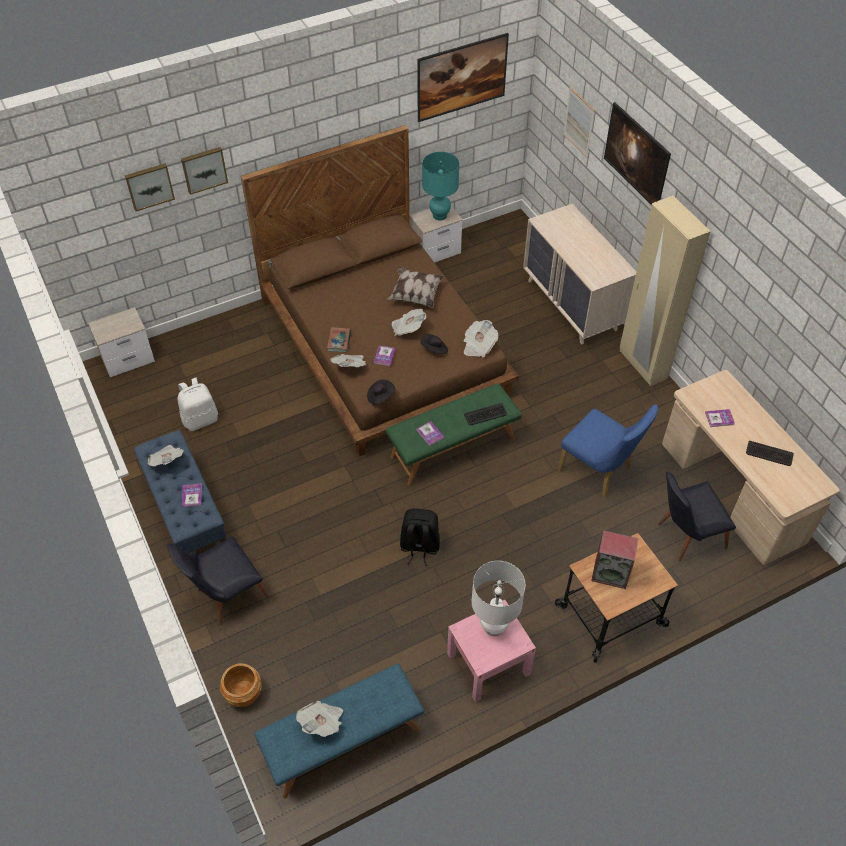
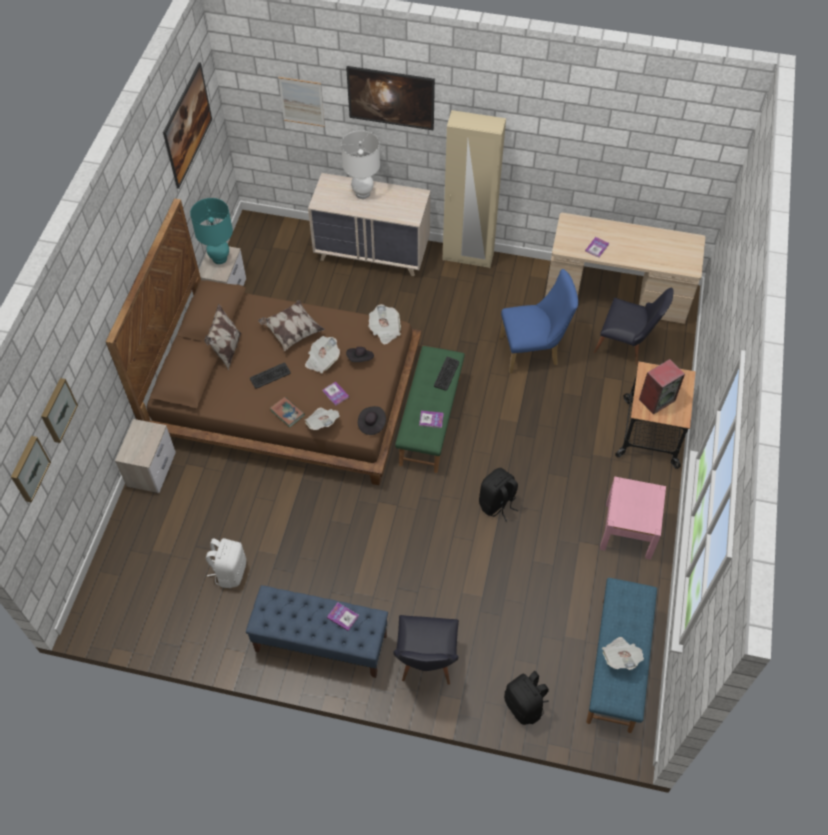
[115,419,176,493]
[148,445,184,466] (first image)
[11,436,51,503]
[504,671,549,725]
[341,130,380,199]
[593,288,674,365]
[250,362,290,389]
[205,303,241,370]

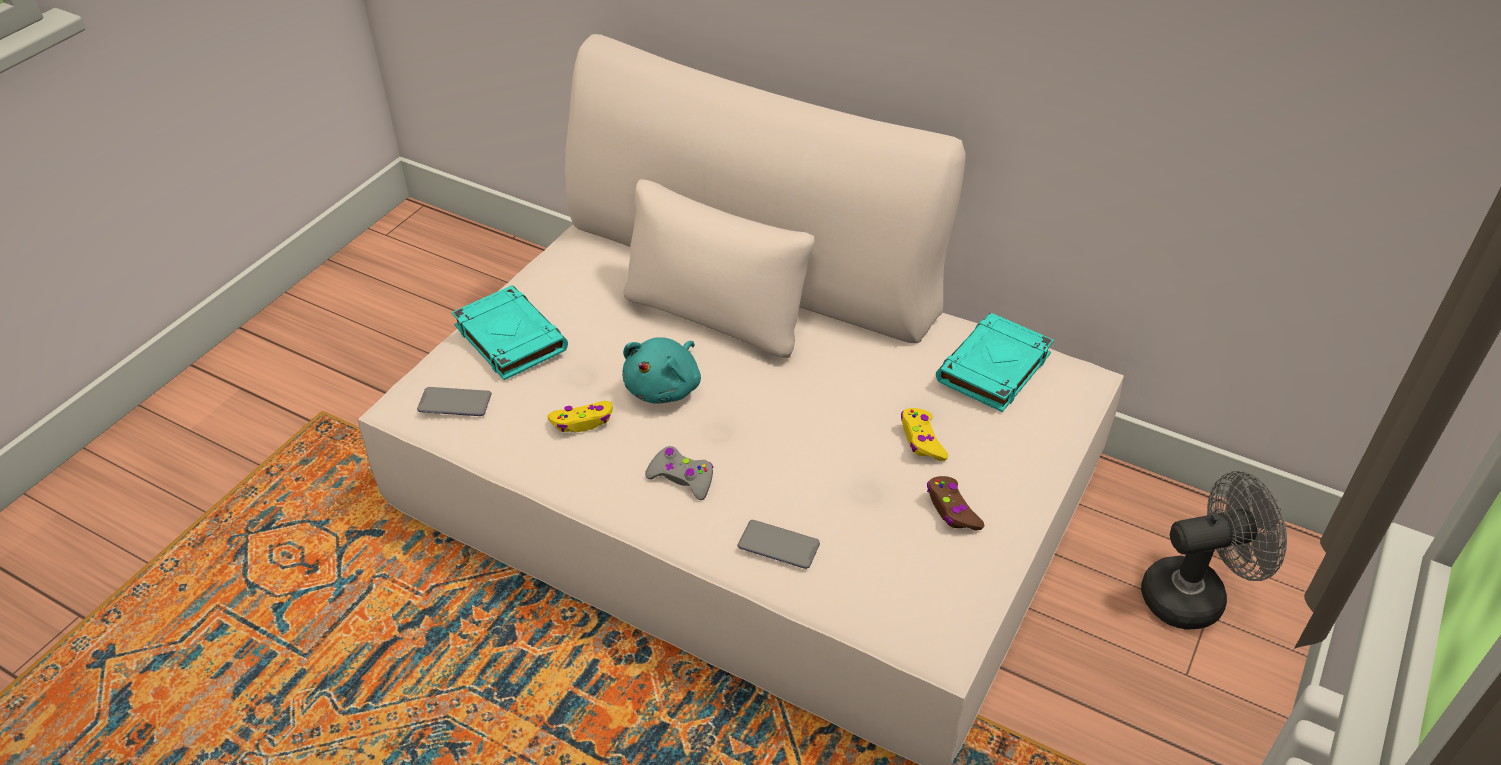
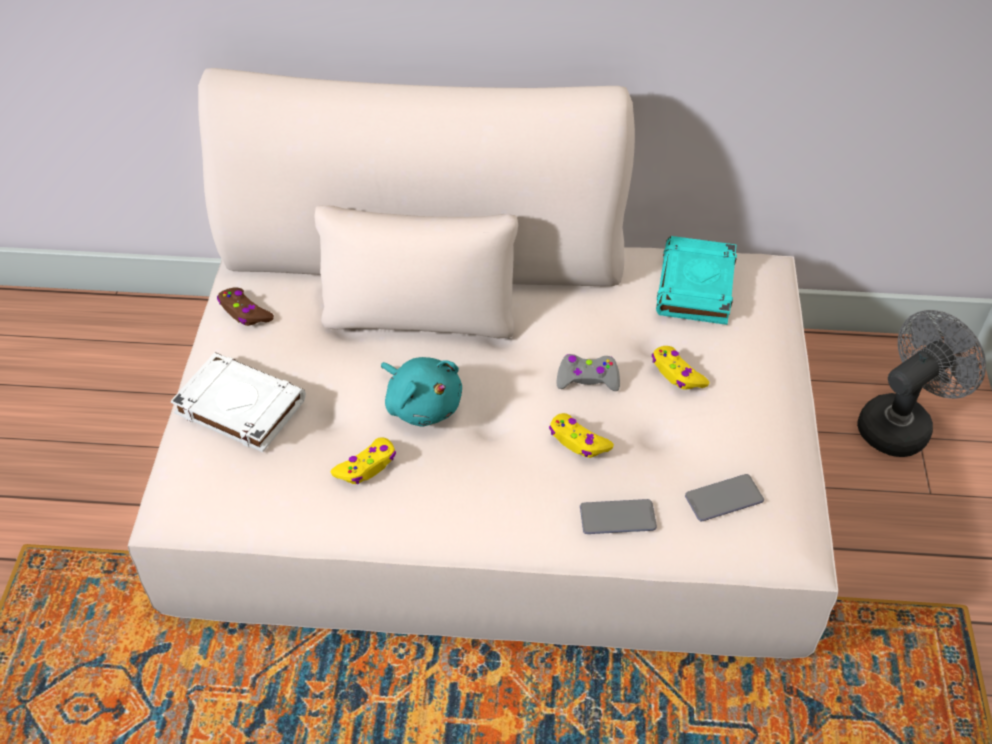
[685,474,764,521]
[171,353,306,452]
[381,357,462,427]
[556,354,620,391]
[217,288,274,326]
[549,413,614,458]

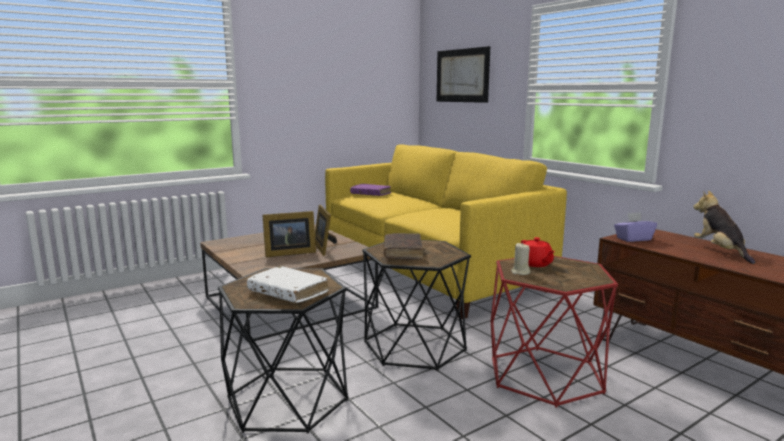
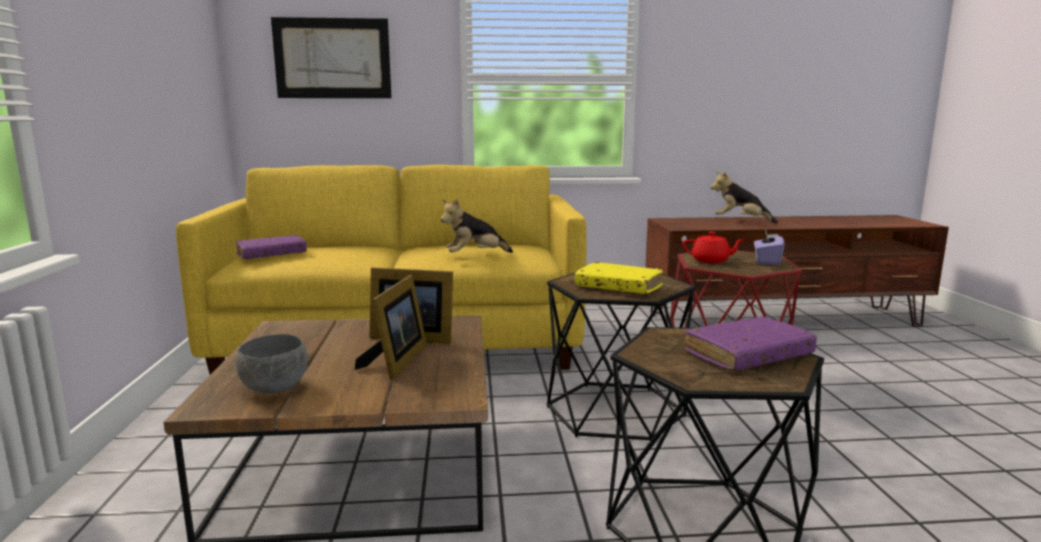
[685,316,817,371]
[575,262,663,294]
[511,243,530,275] (first image)
[754,228,784,265]
[235,334,308,394]
[440,198,513,253]

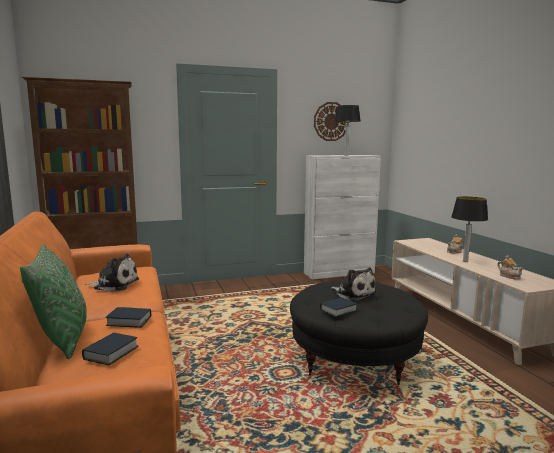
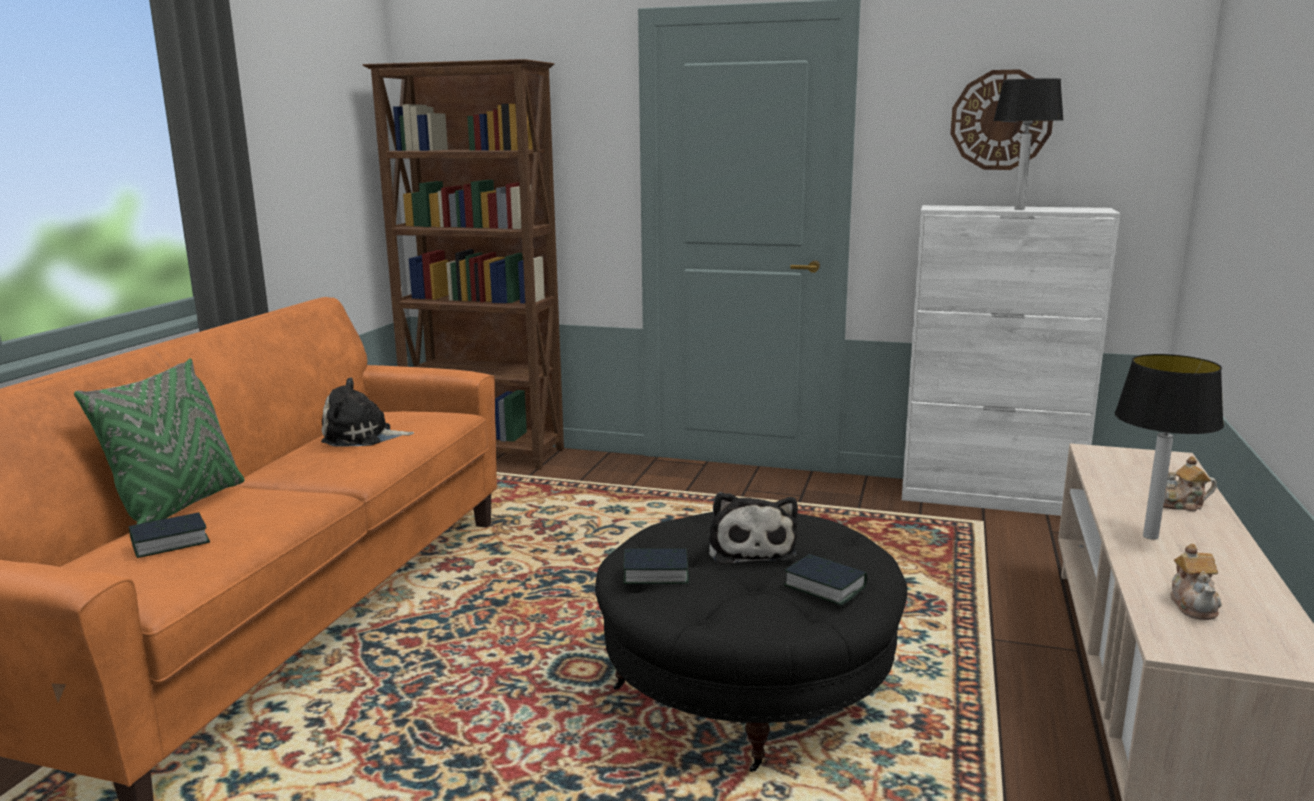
[321,377,414,447]
[784,554,867,606]

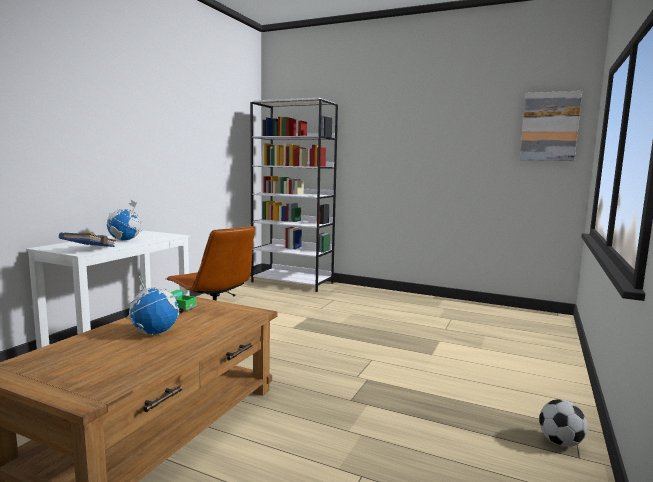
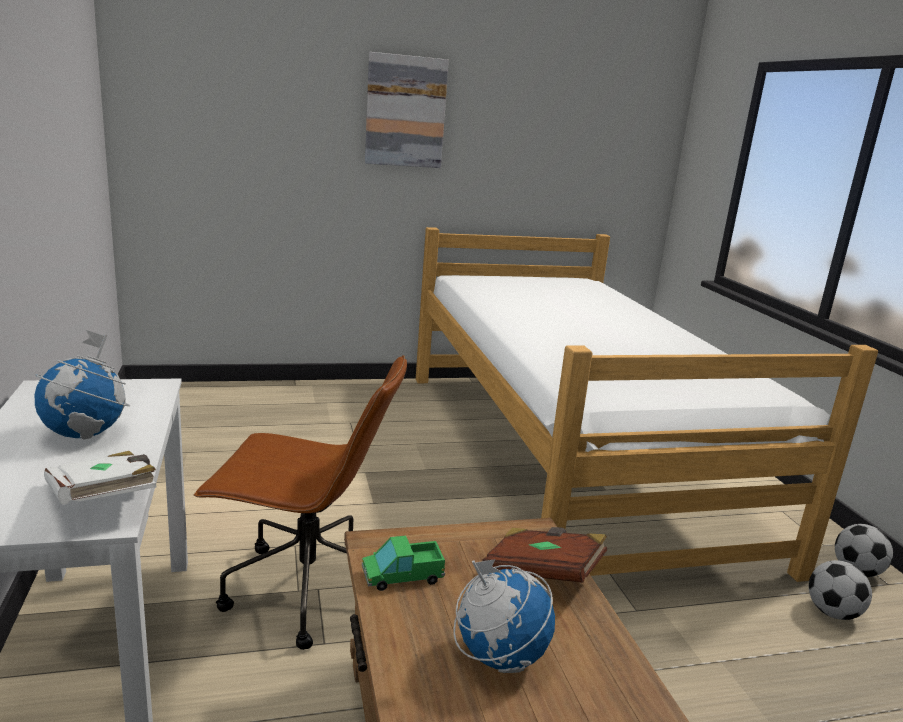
[44,451,157,505]
[250,98,338,292] (first image)
[365,52,449,168]
[416,227,878,582]
[482,527,607,583]
[809,560,872,620]

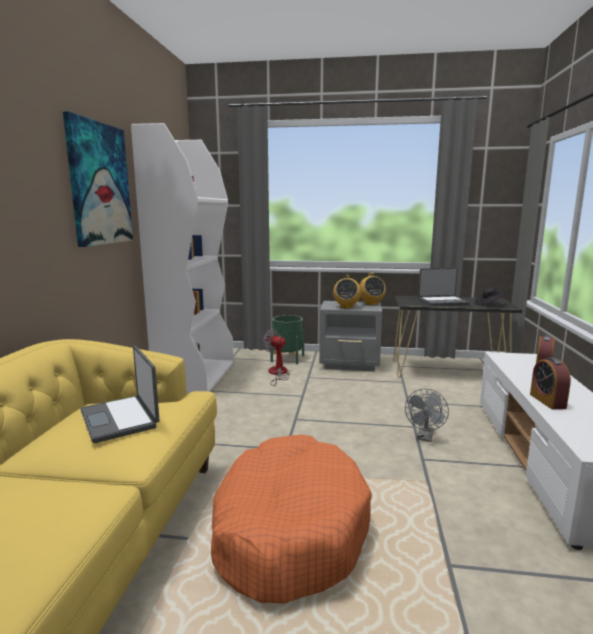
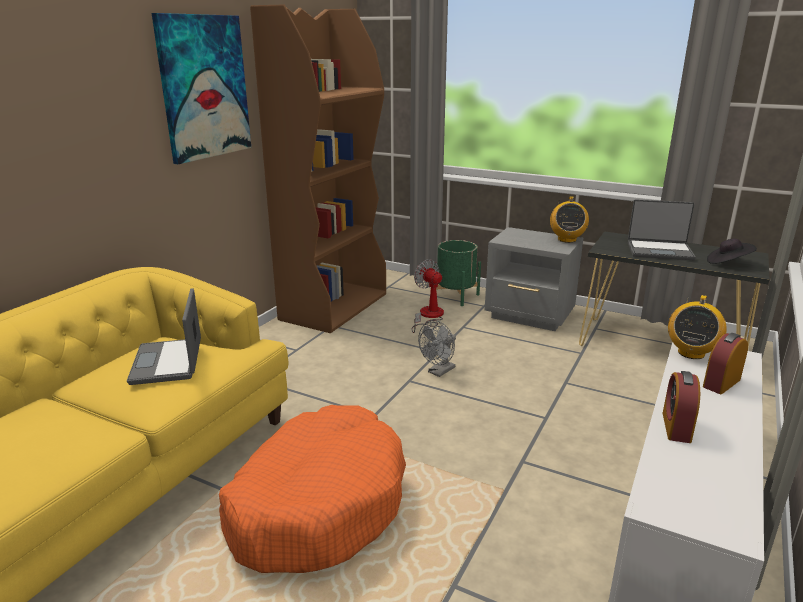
[250,5,386,333]
[668,295,727,359]
[418,320,456,377]

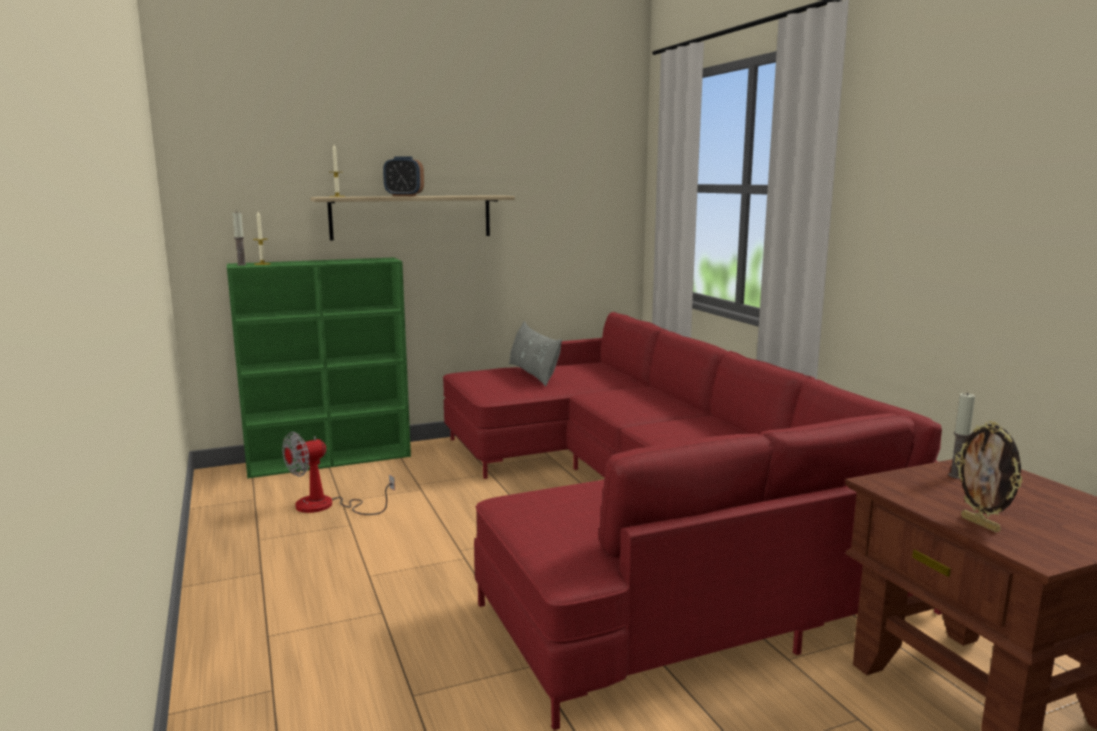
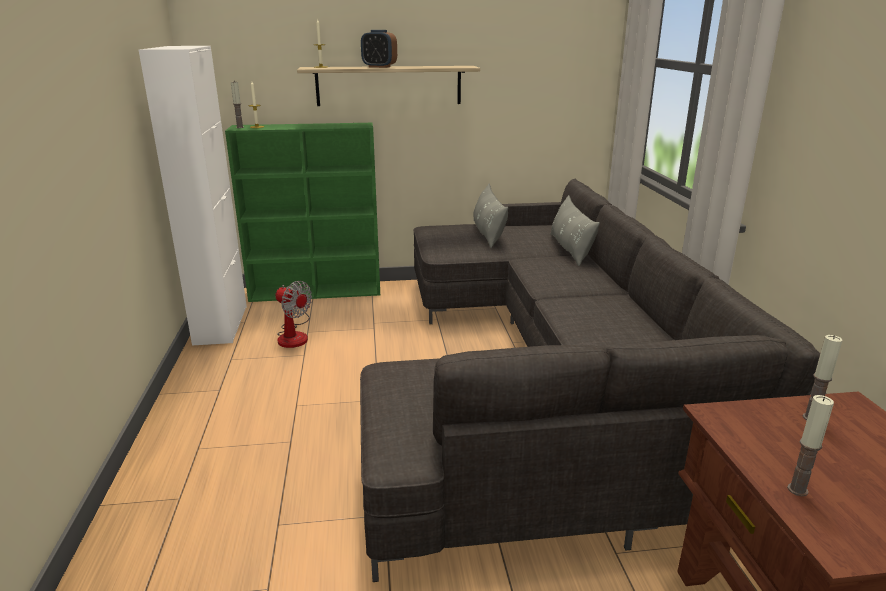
[275,281,312,348]
[360,179,820,582]
[787,395,834,496]
[139,46,247,345]
[550,195,600,266]

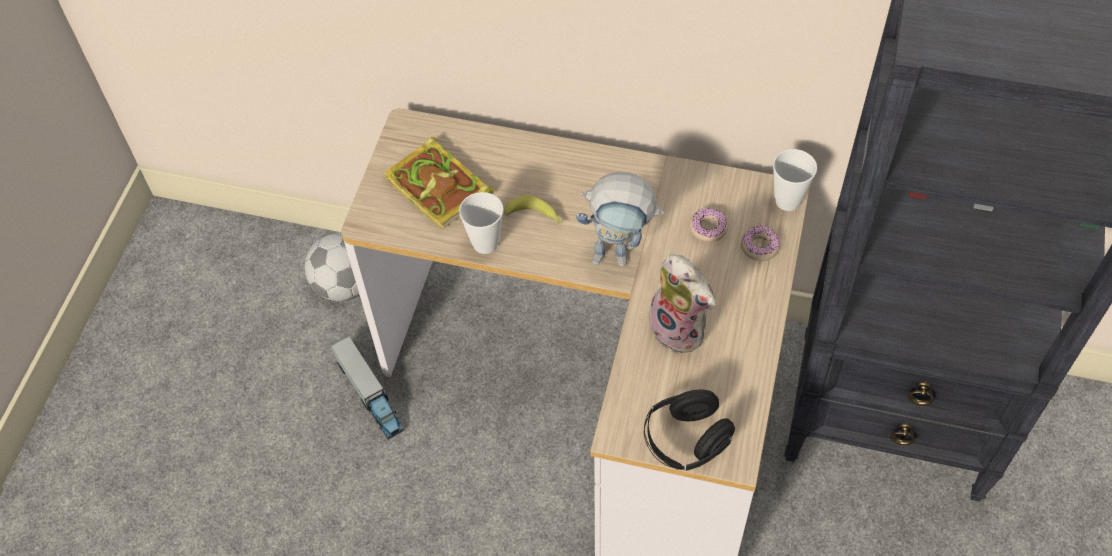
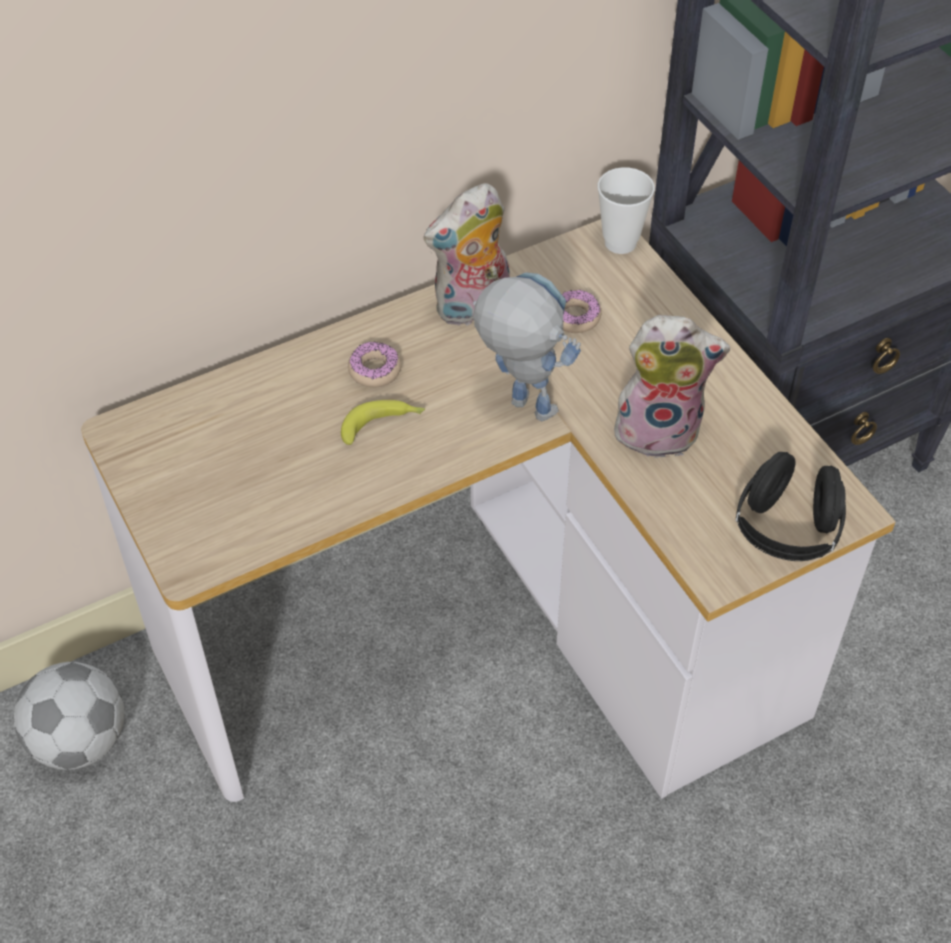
[330,335,404,439] (first image)
[384,137,494,230] (first image)
[459,192,504,254] (first image)
[473,272,581,421]
[348,342,402,388]
[423,183,510,326]

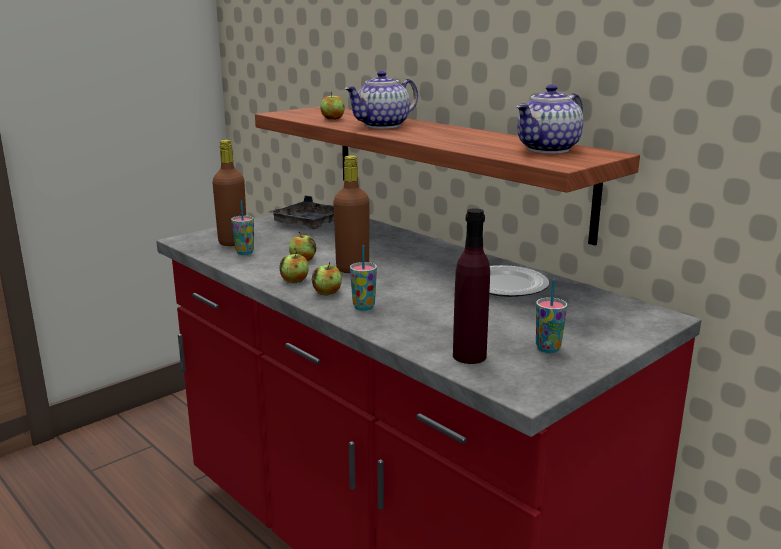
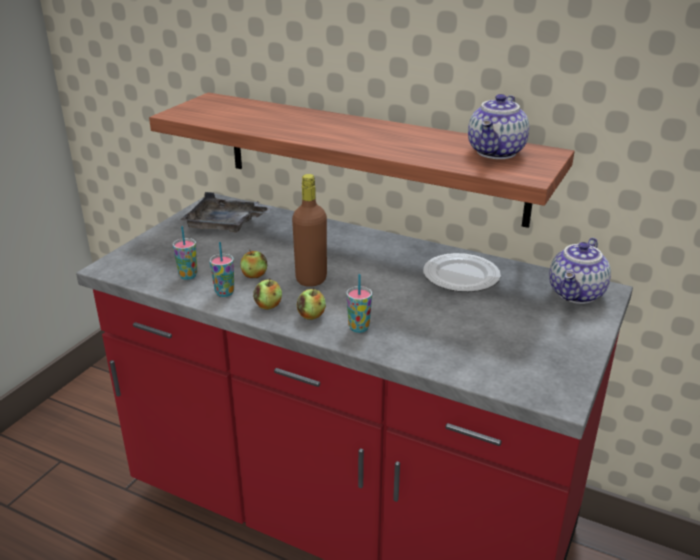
[212,139,246,246] (first image)
[320,92,345,120] (first image)
[549,237,611,304]
[453,208,490,364] (first image)
[210,242,234,297]

